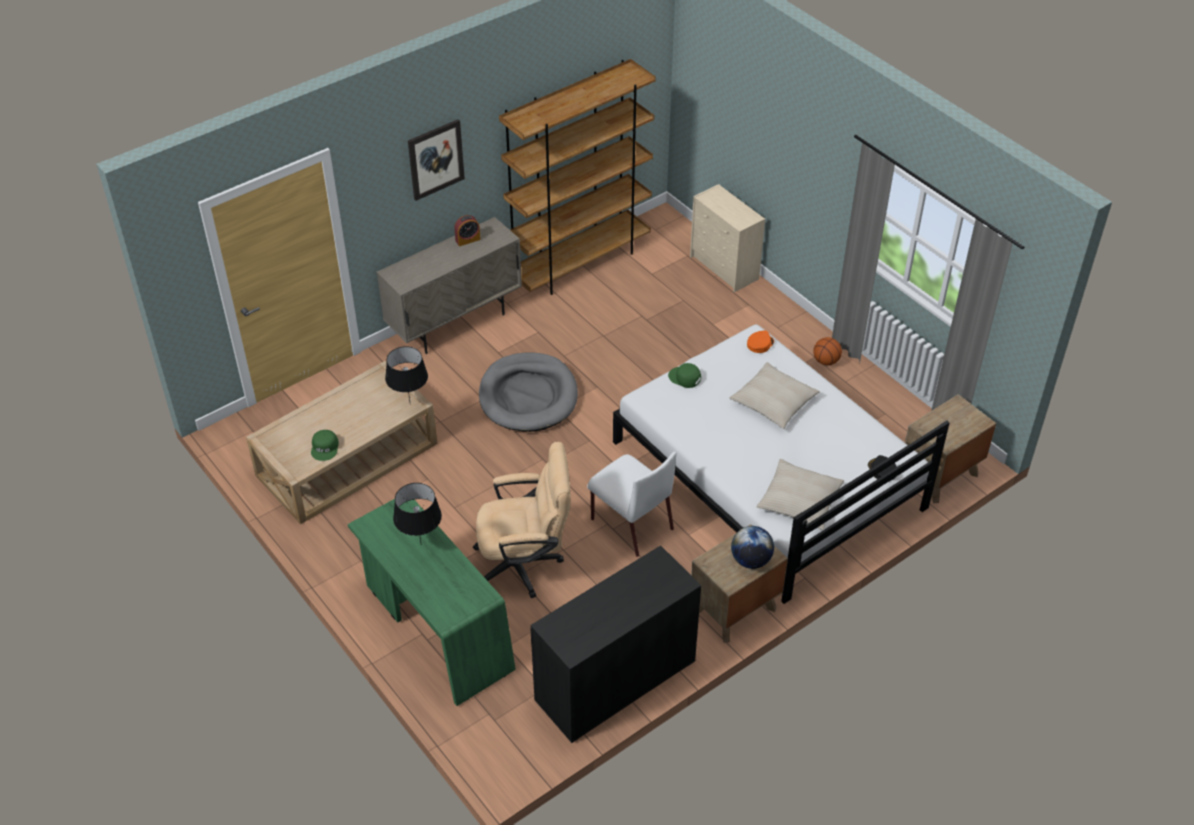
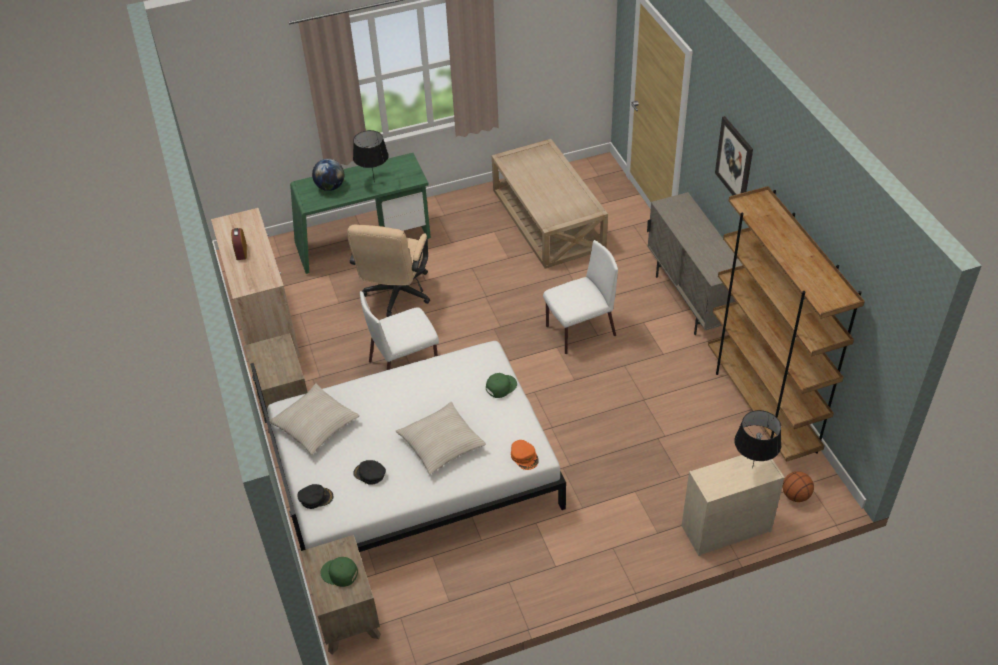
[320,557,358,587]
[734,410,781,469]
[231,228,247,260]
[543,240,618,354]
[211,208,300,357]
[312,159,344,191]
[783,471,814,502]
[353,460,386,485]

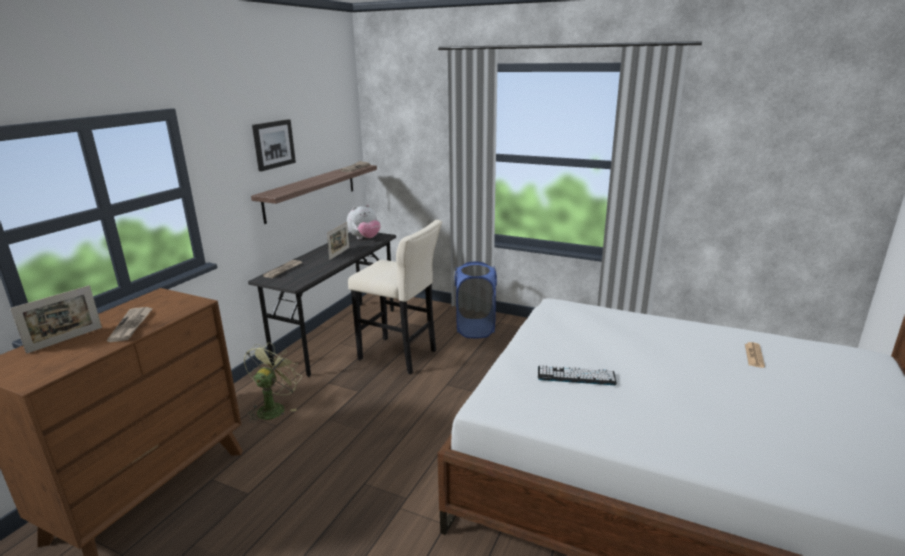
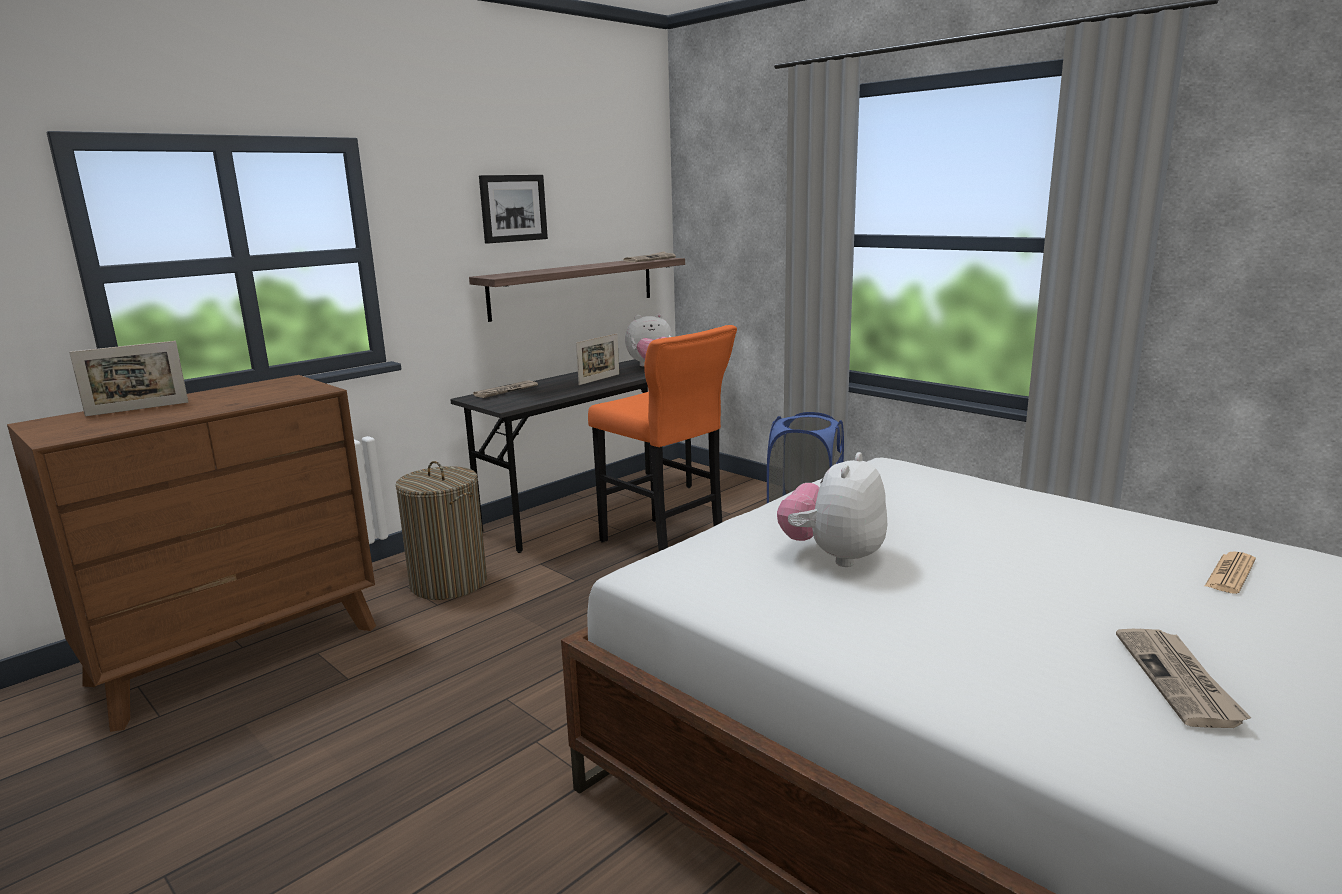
[1116,629,1251,728]
[395,461,487,600]
[588,325,737,551]
[777,452,887,567]

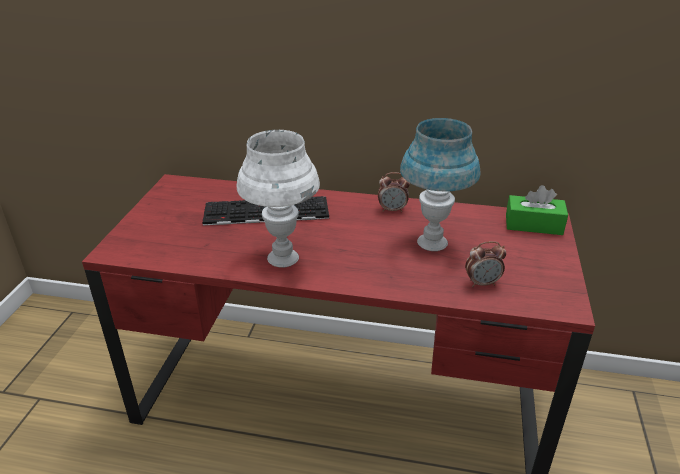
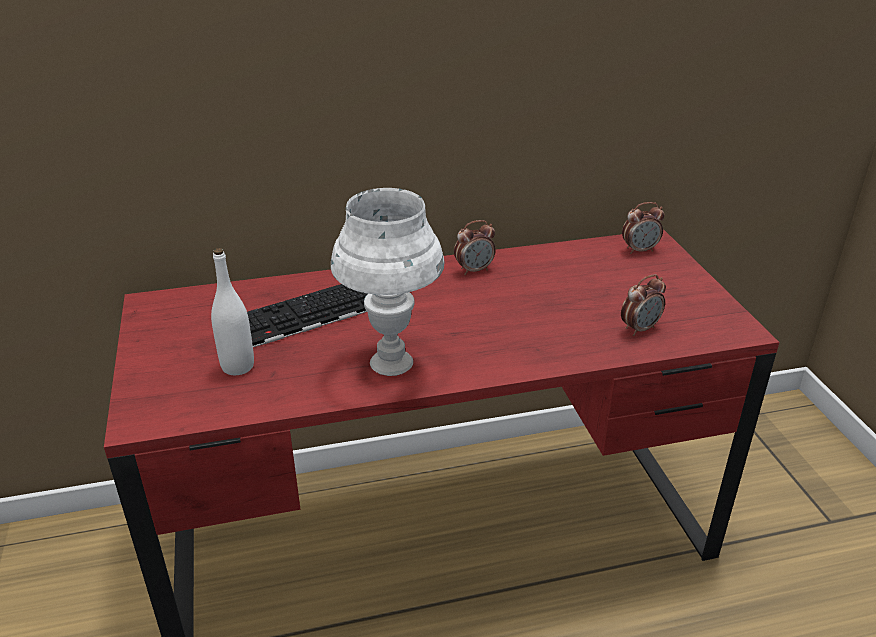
[400,118,480,251] (first image)
[622,202,664,254]
[211,248,254,375]

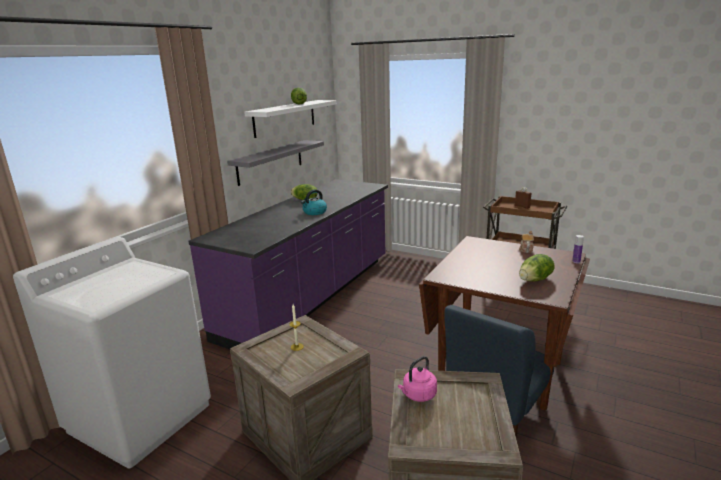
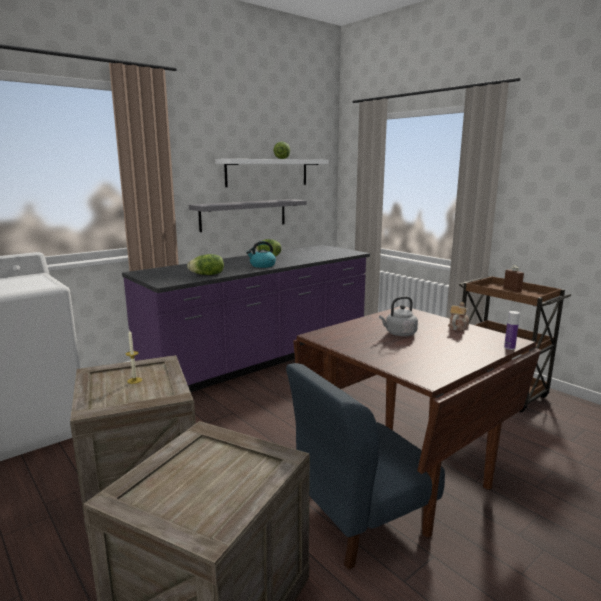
[398,356,437,402] (first image)
[187,254,224,275]
[379,296,418,336]

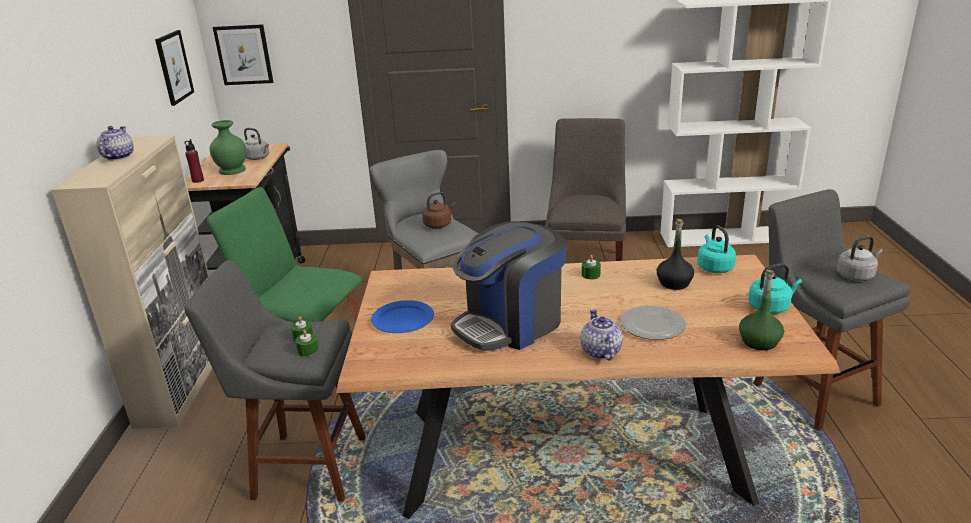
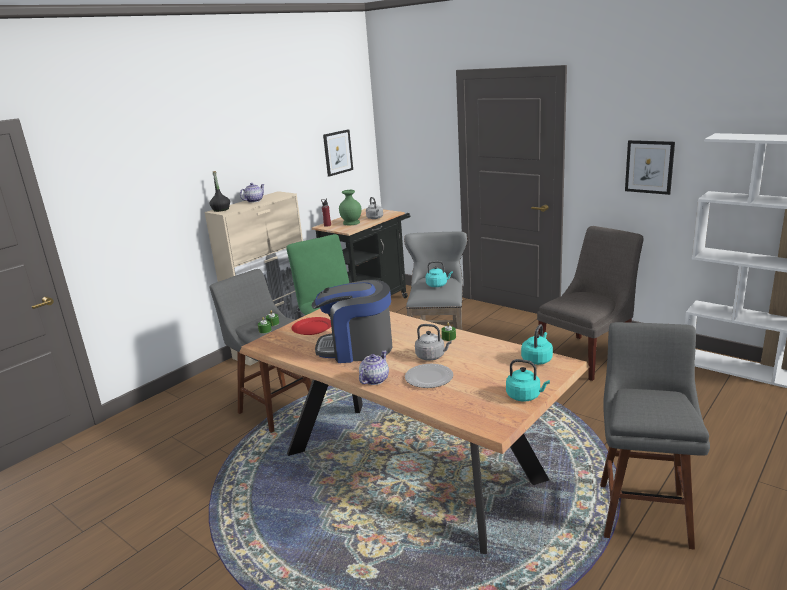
[625,140,675,195]
[292,317,331,335]
[426,261,453,287]
[209,171,230,212]
[739,270,784,350] (first image)
[415,324,452,361]

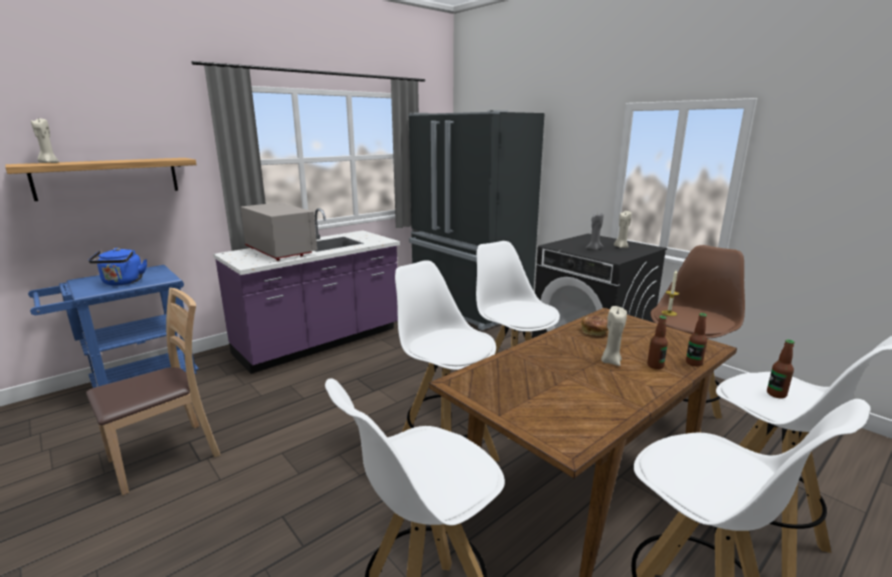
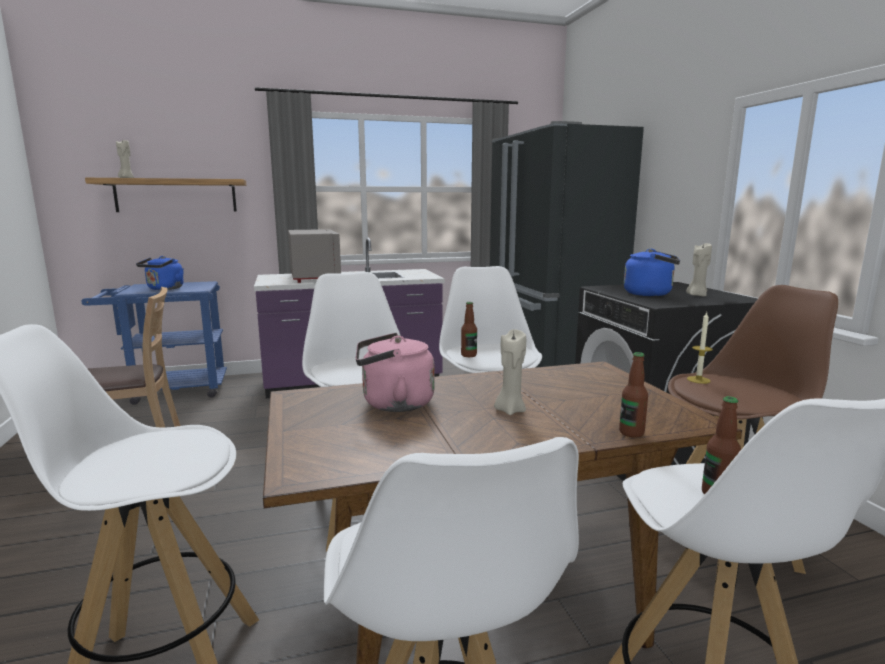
[581,316,608,336] (first image)
[624,249,680,296]
[461,302,477,357]
[356,333,435,412]

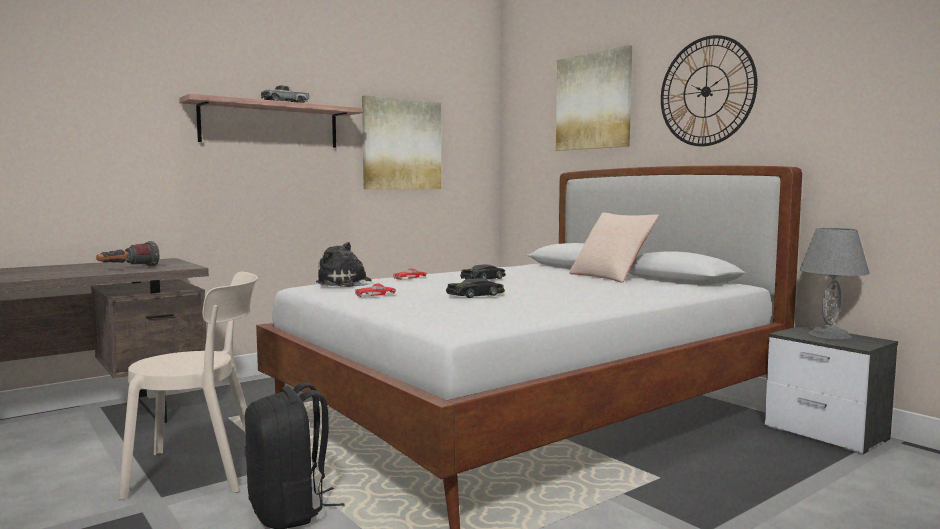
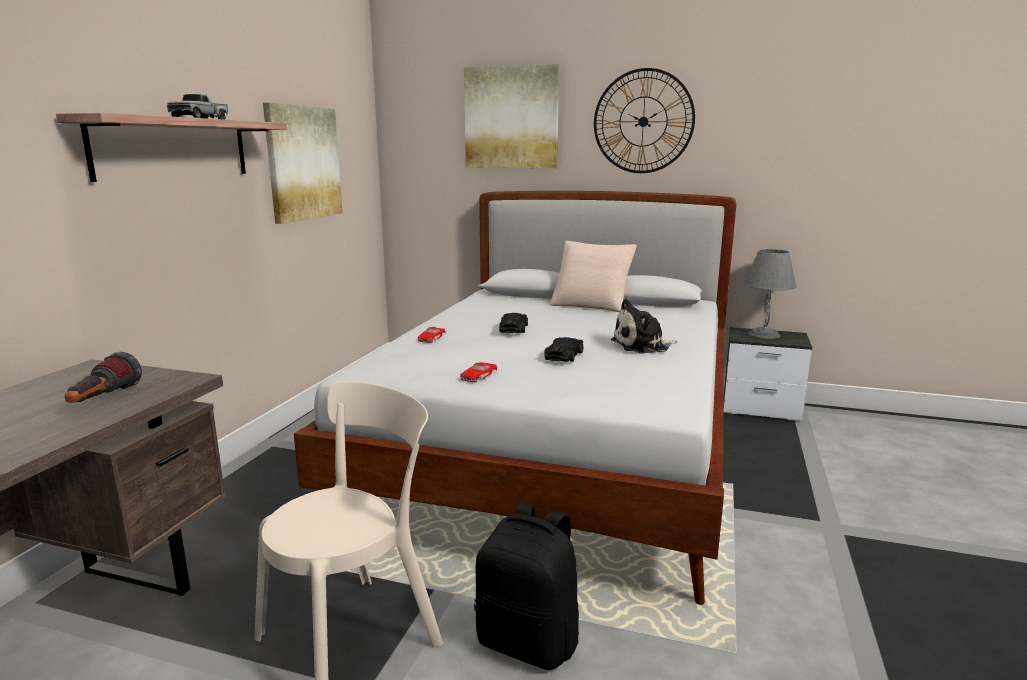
[611,299,677,353]

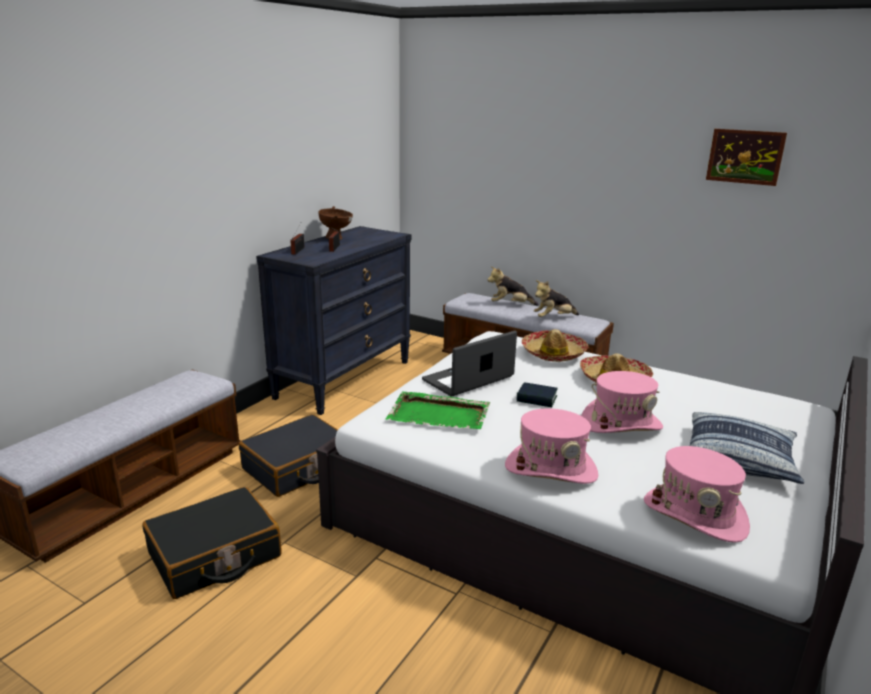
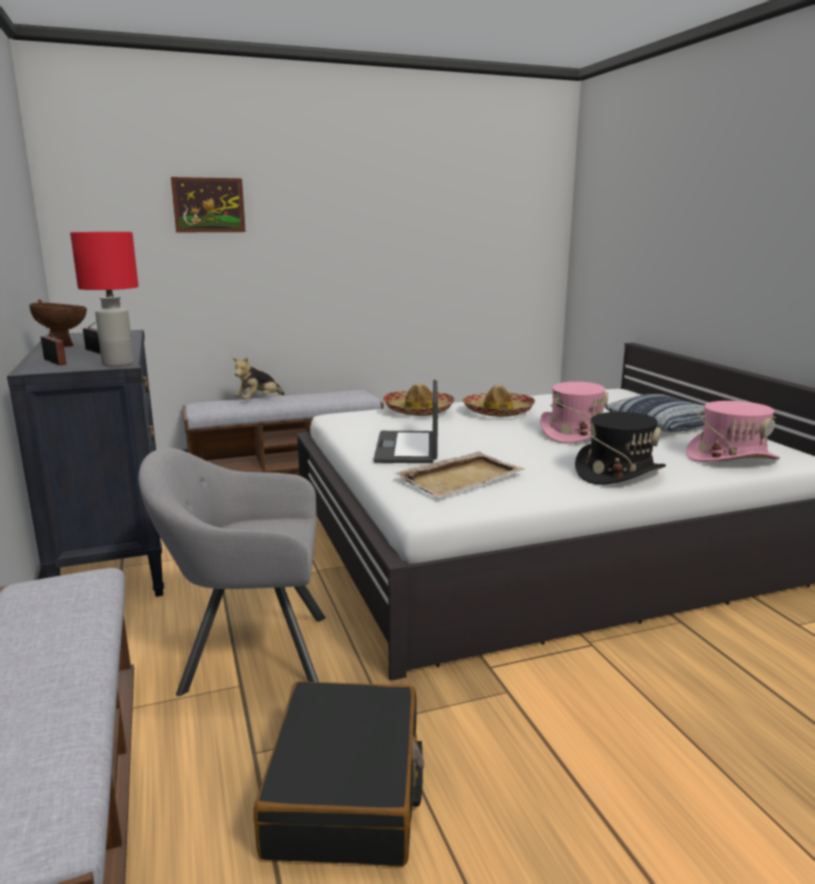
[138,448,326,696]
[395,452,524,497]
[575,412,666,485]
[517,382,558,407] (first image)
[534,280,579,317] (first image)
[171,177,246,232]
[70,232,138,367]

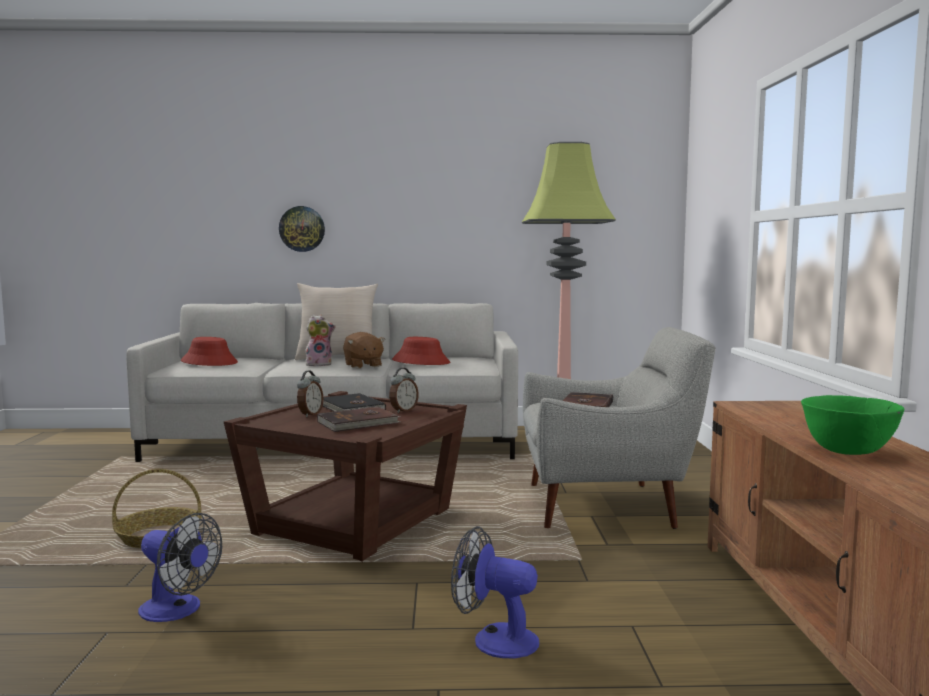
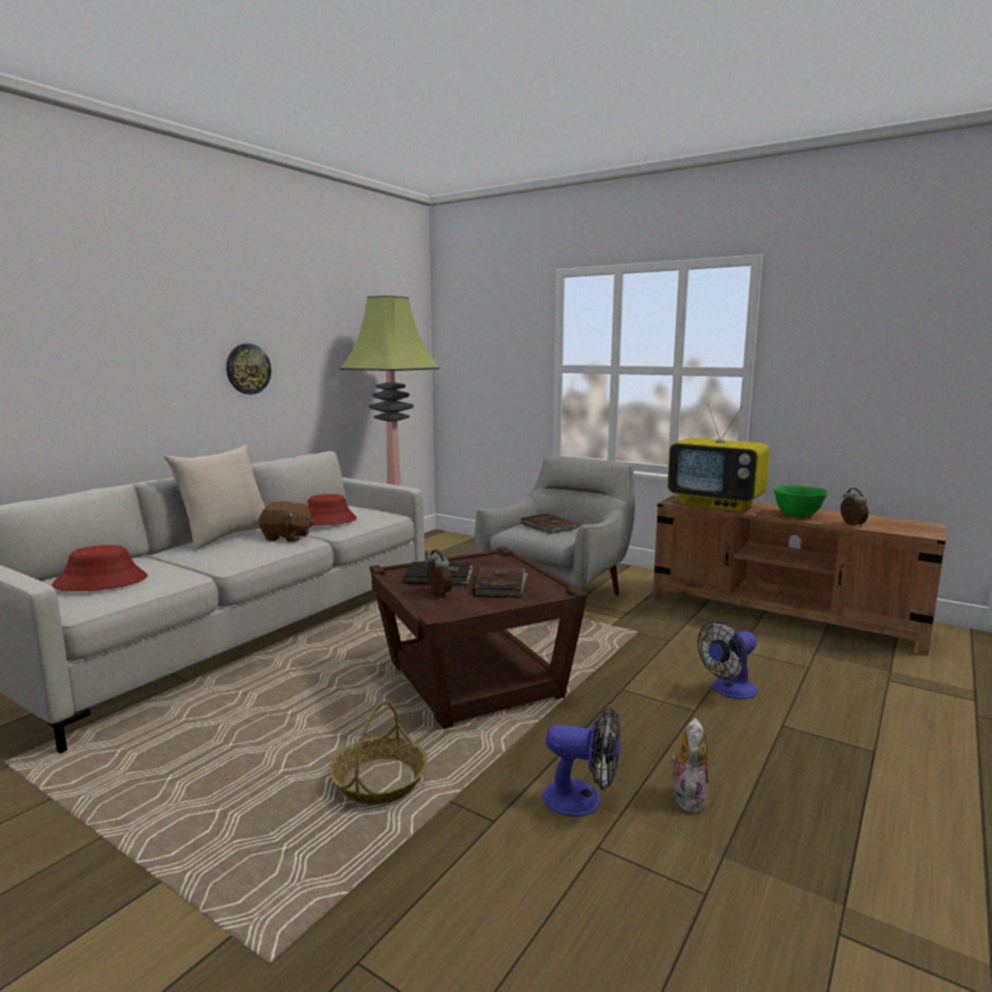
[543,707,620,817]
[226,344,271,394]
[670,718,709,813]
[840,488,869,527]
[667,403,770,512]

